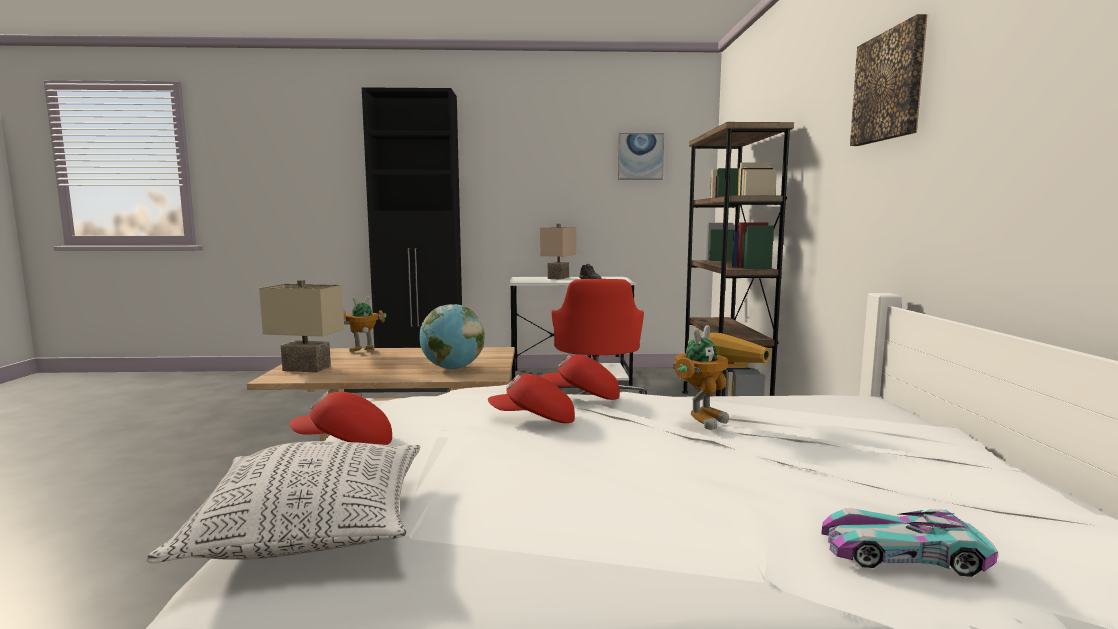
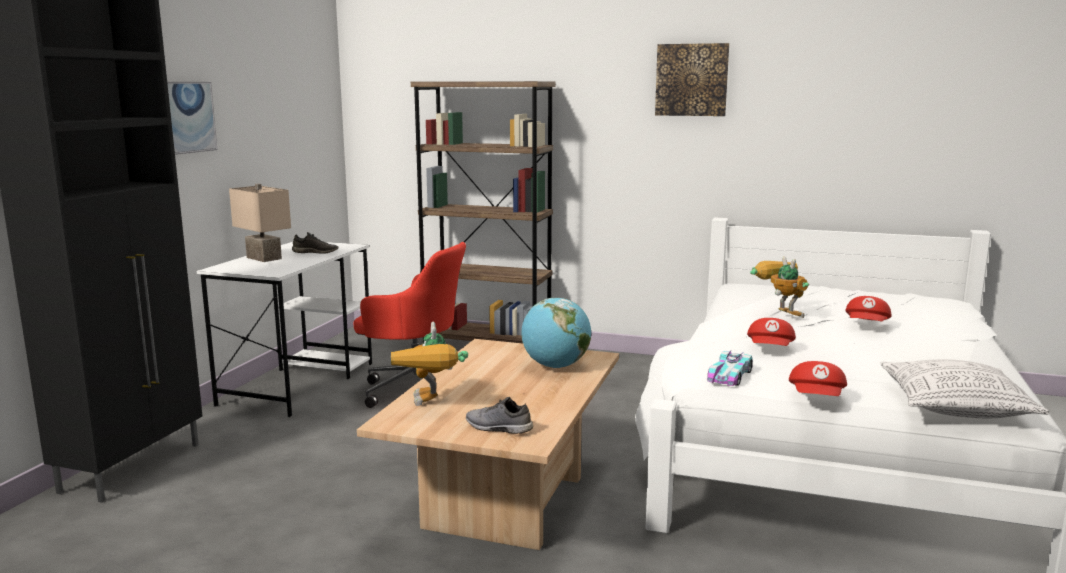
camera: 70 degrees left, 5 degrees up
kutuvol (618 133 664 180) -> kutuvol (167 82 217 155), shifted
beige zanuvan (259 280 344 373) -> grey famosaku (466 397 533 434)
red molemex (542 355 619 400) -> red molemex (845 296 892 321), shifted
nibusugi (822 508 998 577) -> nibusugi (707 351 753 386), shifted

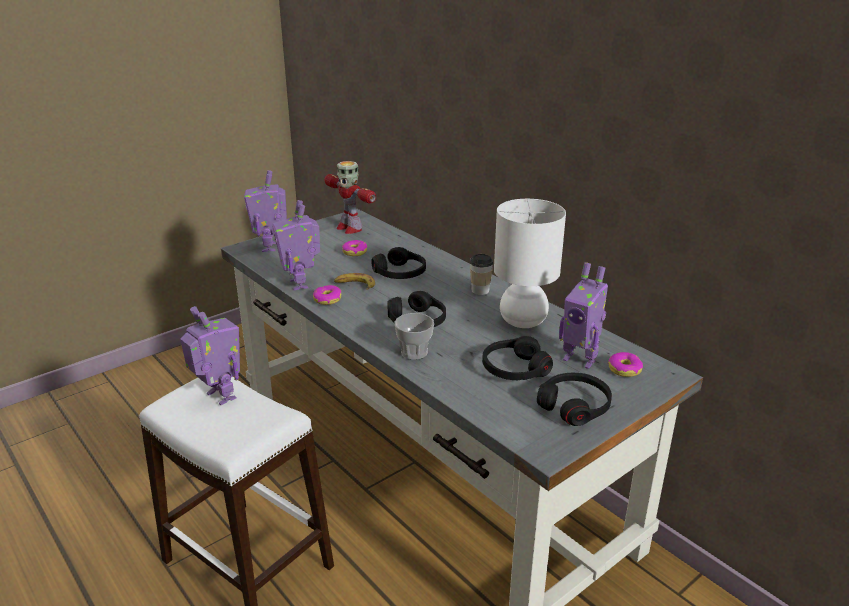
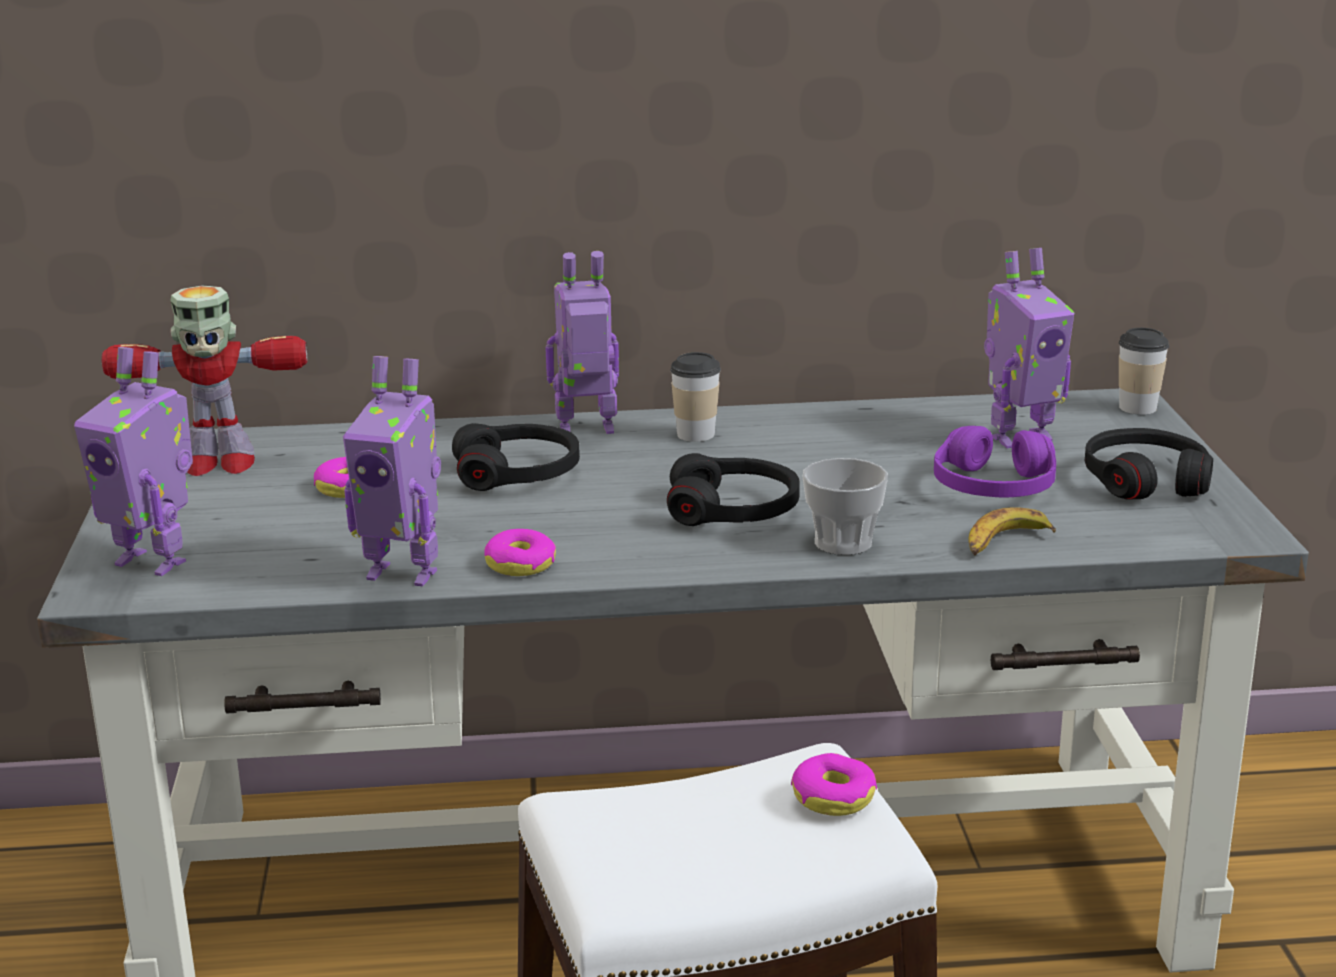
camera: 55 degrees left, 5 degrees down
white zanuvan (494 199 566 328) -> none
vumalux (334 273 375 290) -> vumalux (968 507 1056 555), shifted
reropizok (180 306 240 405) -> reropizok (546 251 619 434), shifted
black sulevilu (482 336 553 380) -> purple sulevilu (934 426 1056 498)
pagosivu (608 352 643 377) -> pagosivu (791 753 877 816), shifted
none -> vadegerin (1119 328 1169 415)

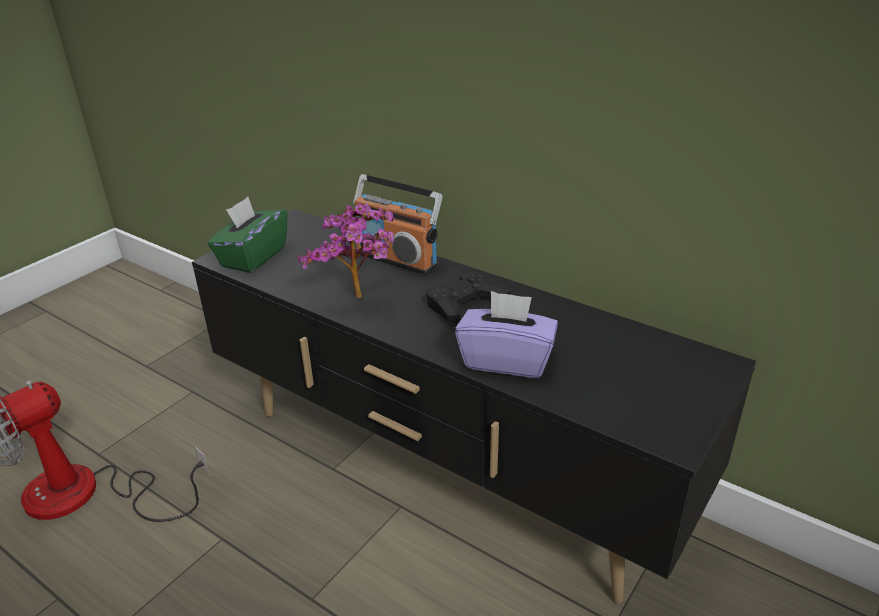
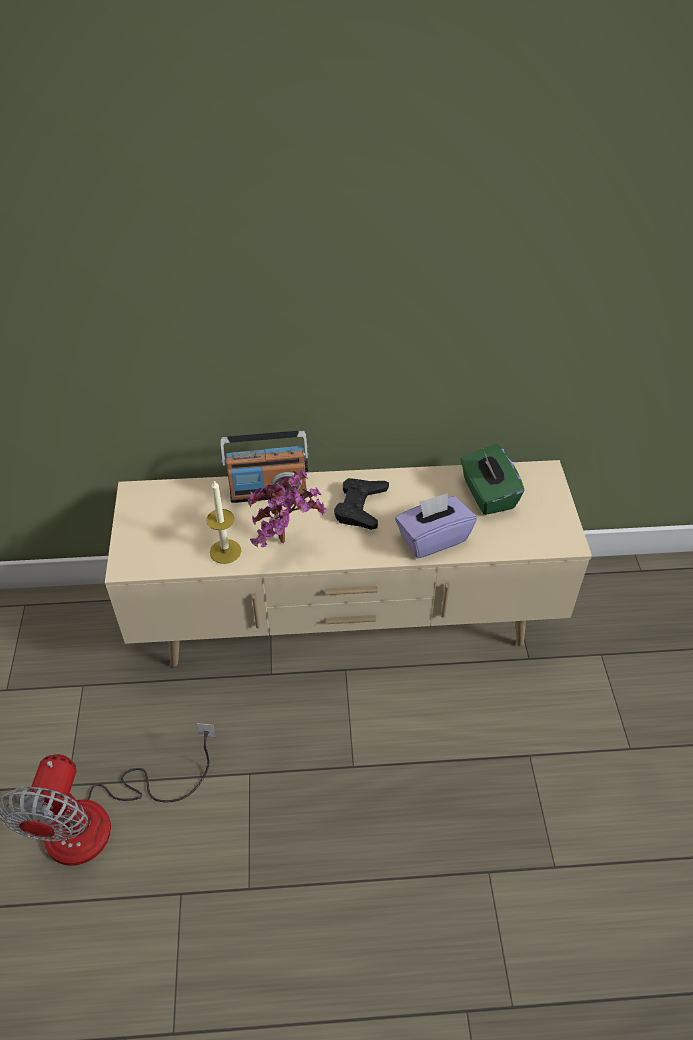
camera: 40 degrees left, 15 degrees up
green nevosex (208 197 288 273) -> green nevosex (460 444 524 515), shifted
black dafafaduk (192 209 756 604) -> beige dafafaduk (105 460 592 667)
none -> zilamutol (206 480 241 564)

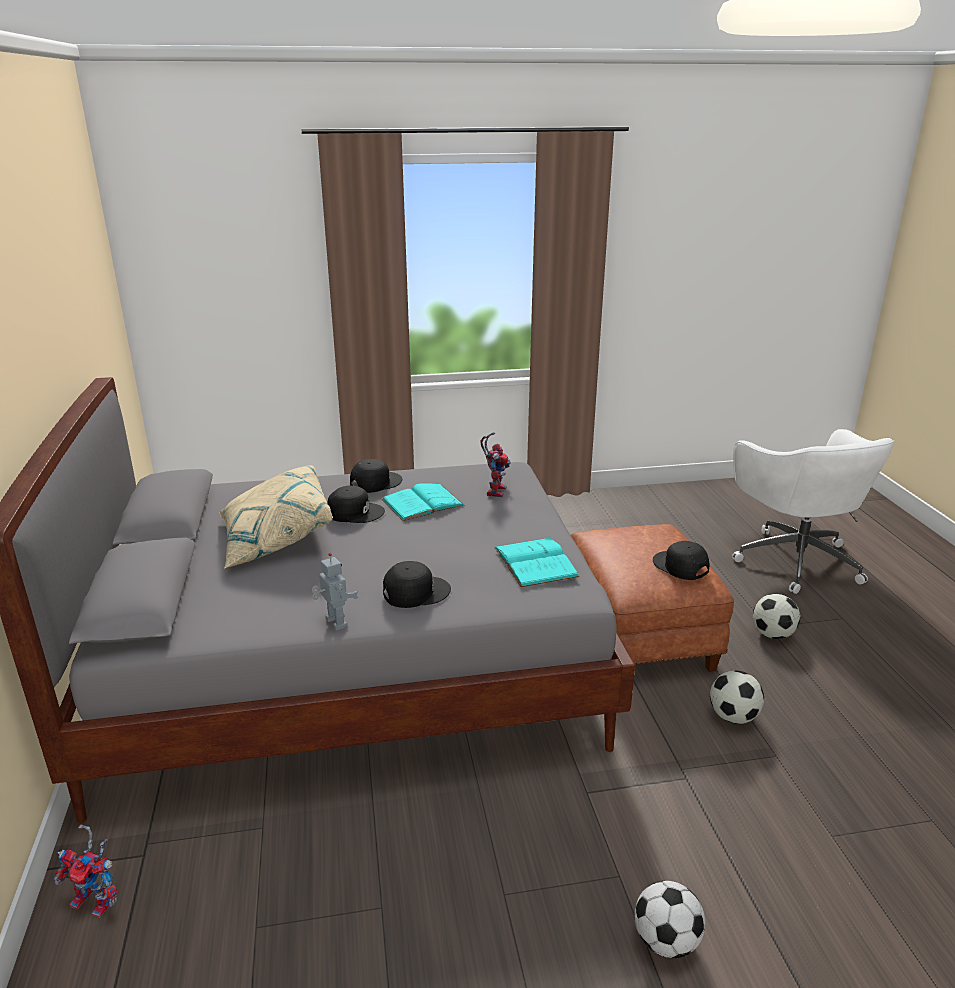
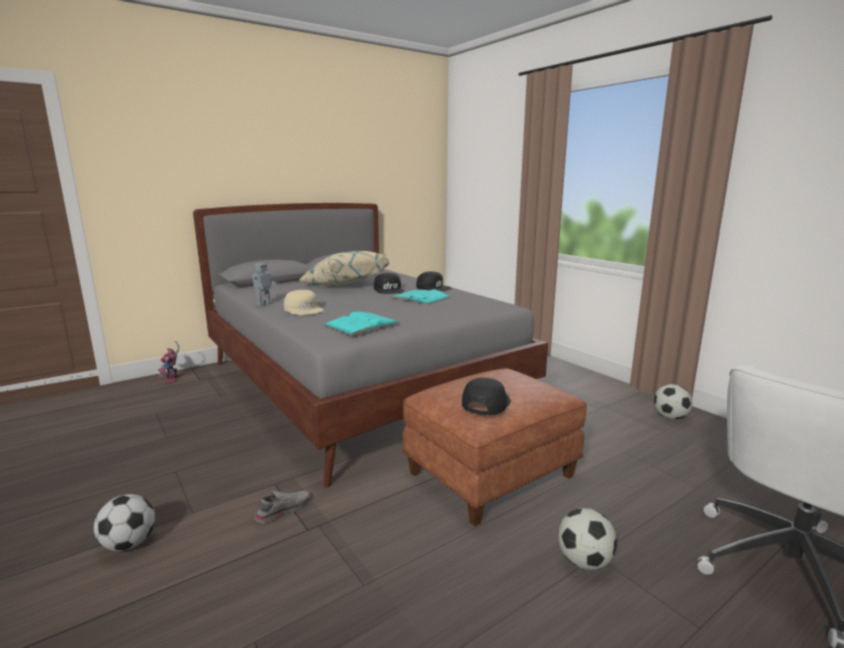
camera: 65 degrees right, 10 degrees down
reropizok (480 432 511 498) -> none
black molemex (383 561 451 608) -> beige molemex (284 290 324 315)
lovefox (710 670 764 724) -> lovefox (654 384 692 420), shifted
none -> grey famosaku (254 491 310 523)

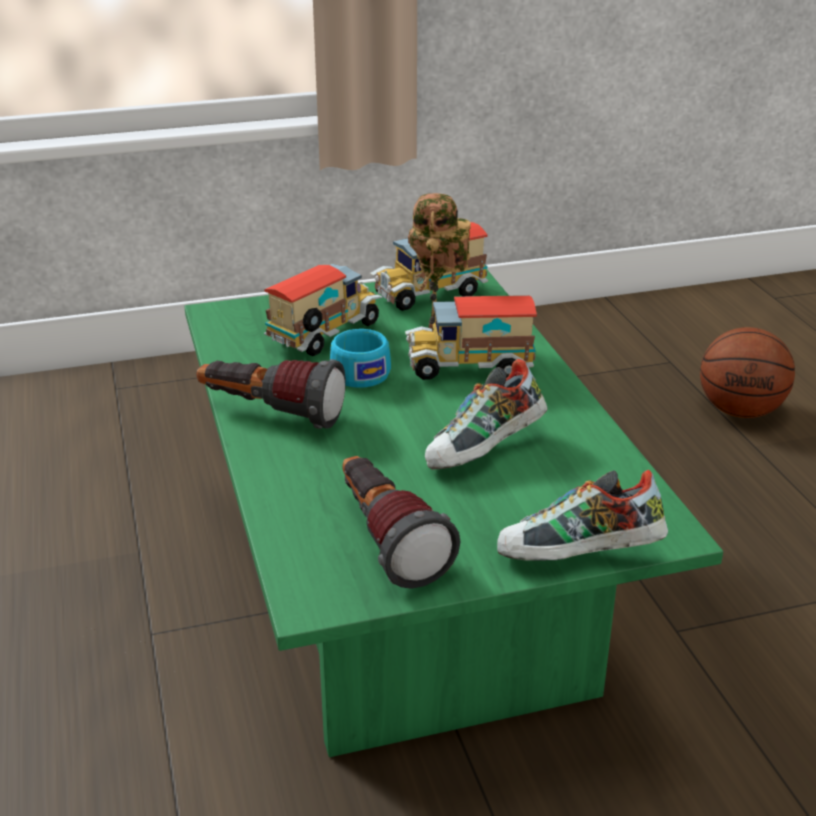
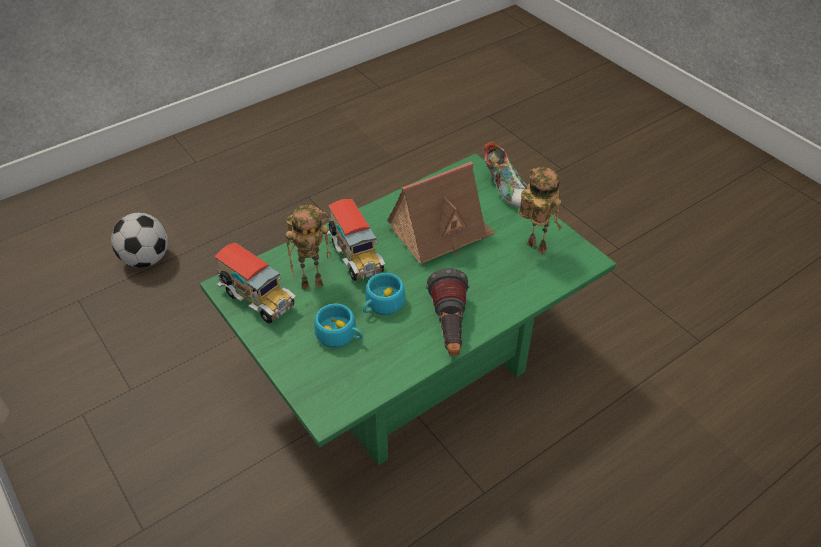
camera: 110 degrees left, 15 degrees up
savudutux (264 264 383 356) -> turquoise vadegerin (314 304 363 348)
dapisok (700 327 795 418) -> lovefox (111 213 168 268)
famosaku (425 359 547 470) -> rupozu (387 161 495 265)
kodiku (342 456 461 589) -> reropizok (519 167 562 254)

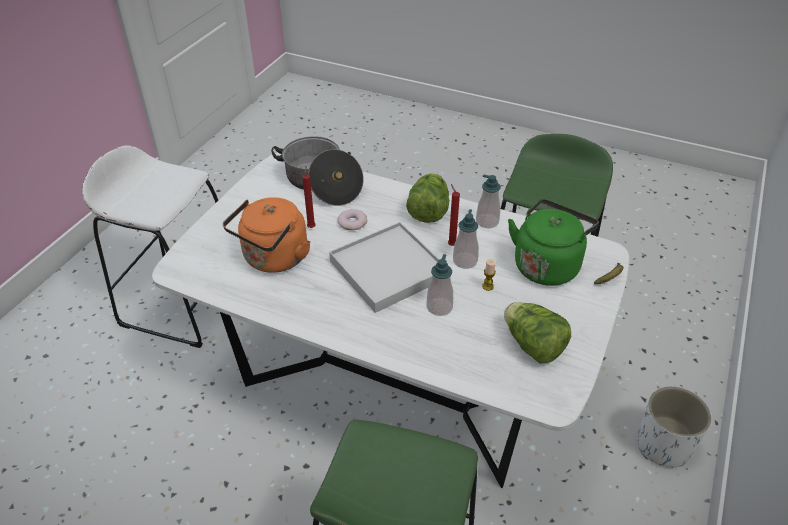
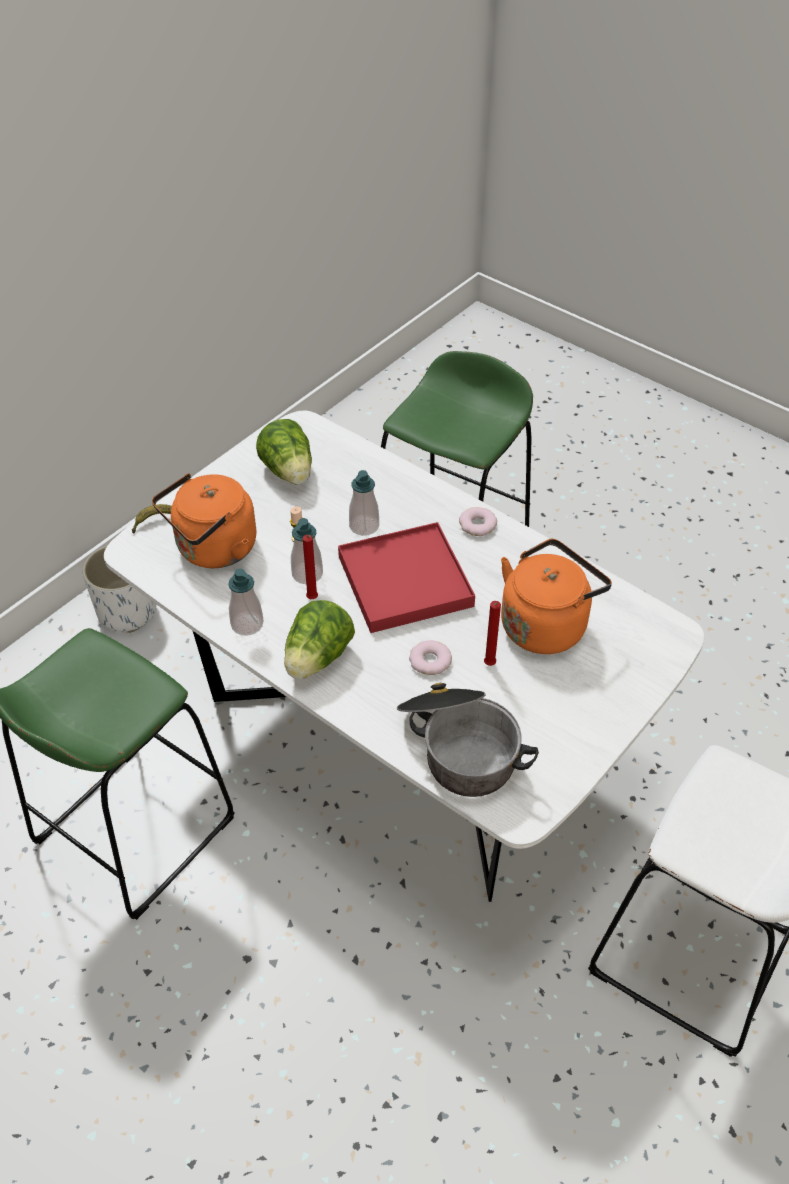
camera: 165 degrees left, 5 degrees up
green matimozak (508 199 599 286) -> orange matimozak (152 473 256 568)
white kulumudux (329 222 440 313) -> red kulumudux (338 522 475 633)
none -> pagosivu (459 507 497 536)

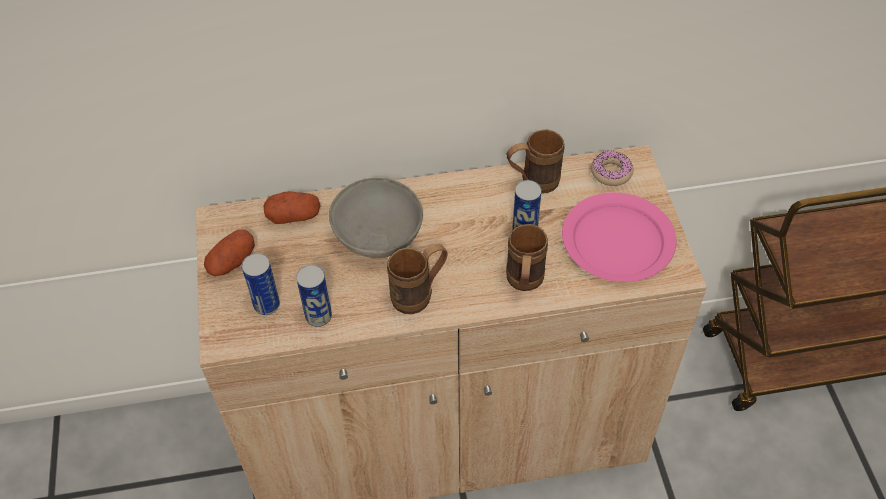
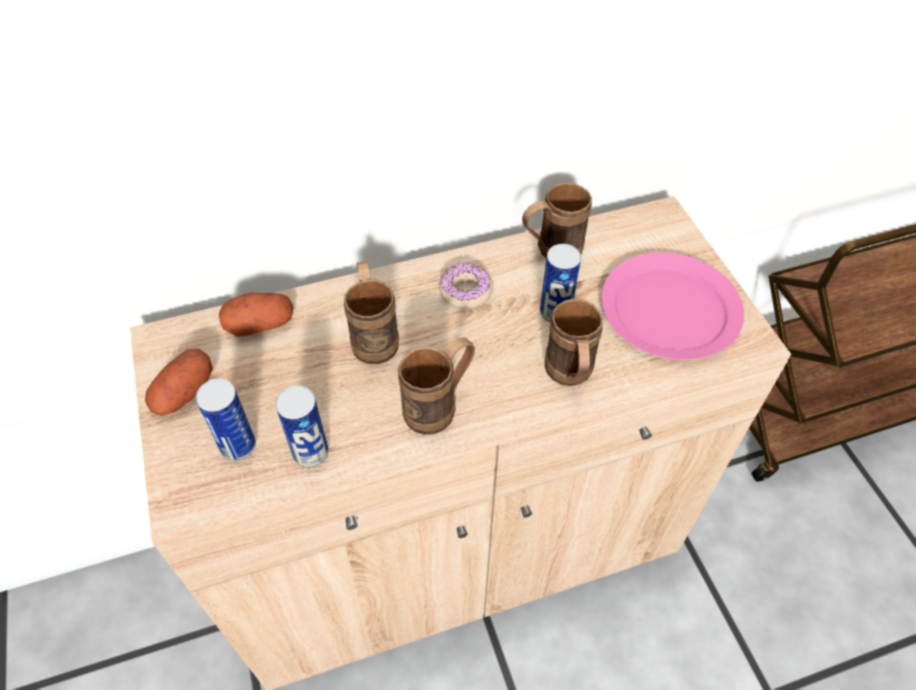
camera: 10 degrees left, 0 degrees up
pagosivu (591 150 634 186) -> pagosivu (439 263 493 309), shifted
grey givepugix (329 178 423 258) -> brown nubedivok (344 261 399 364)

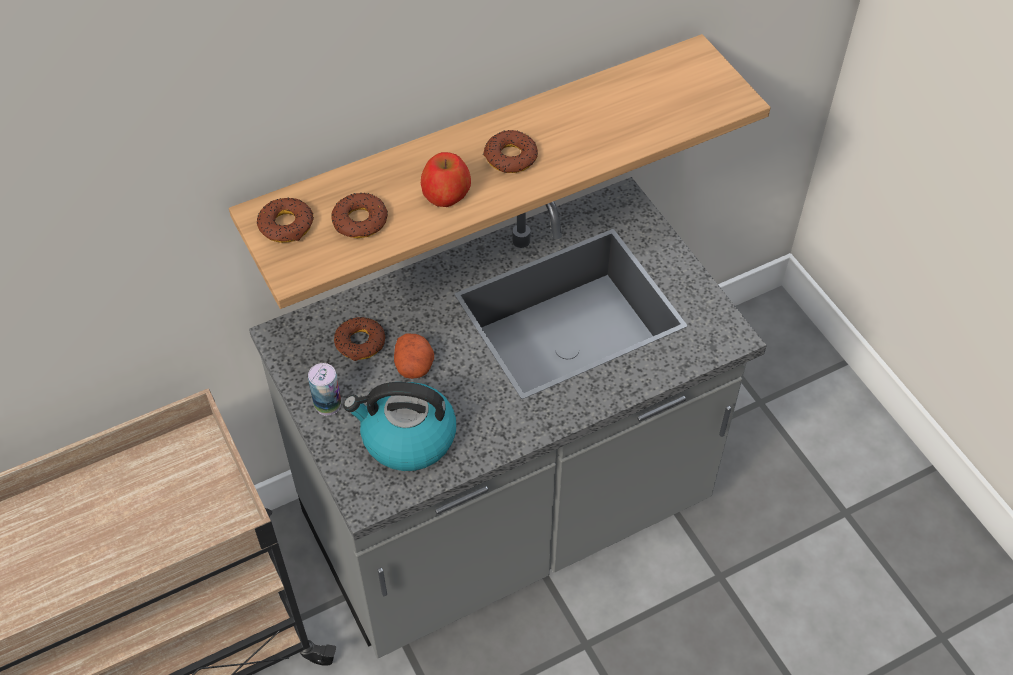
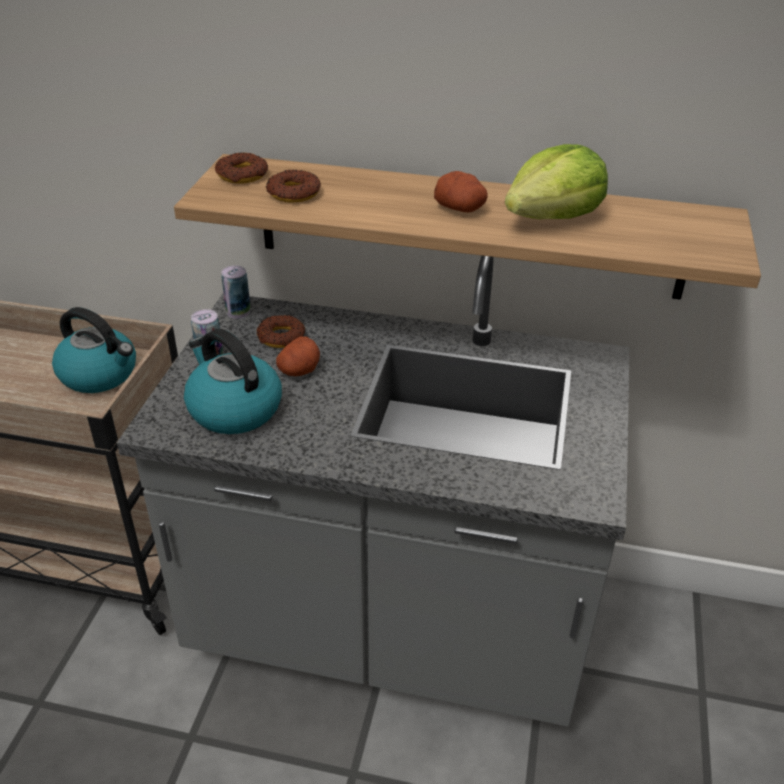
camera: 40 degrees right, 15 degrees down
pagosivu (483 130 538 173) -> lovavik (434 171 488 212)
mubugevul (421 152 471 207) -> none
none -> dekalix (505 144 608 219)
none -> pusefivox (221 265 250 319)
none -> matimozak (52 307 136 393)

